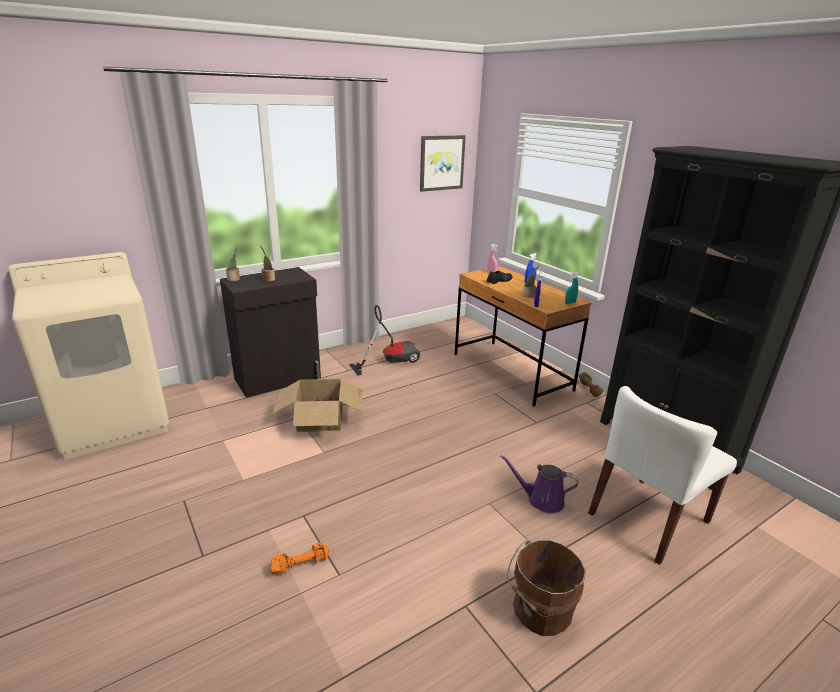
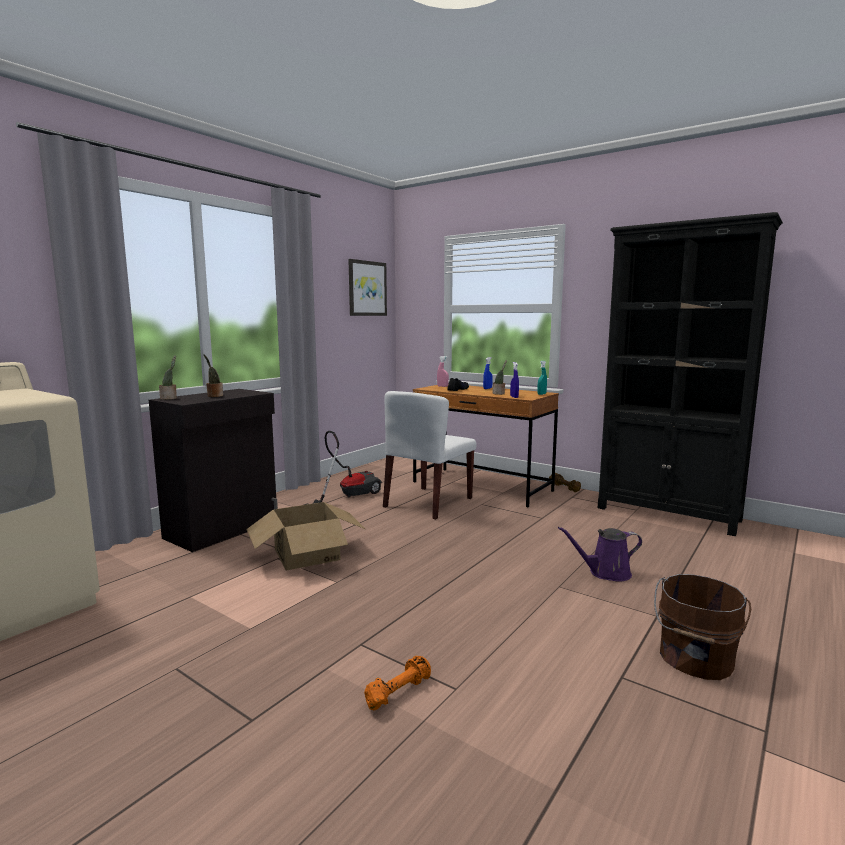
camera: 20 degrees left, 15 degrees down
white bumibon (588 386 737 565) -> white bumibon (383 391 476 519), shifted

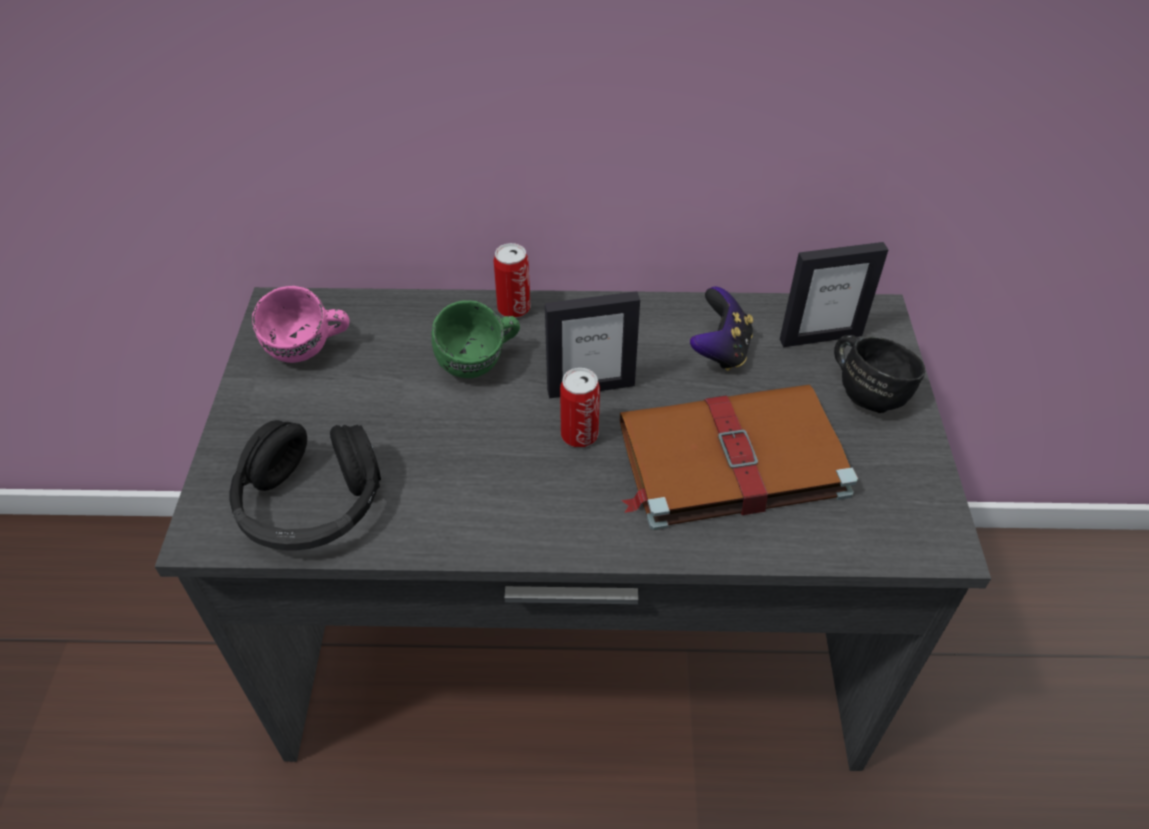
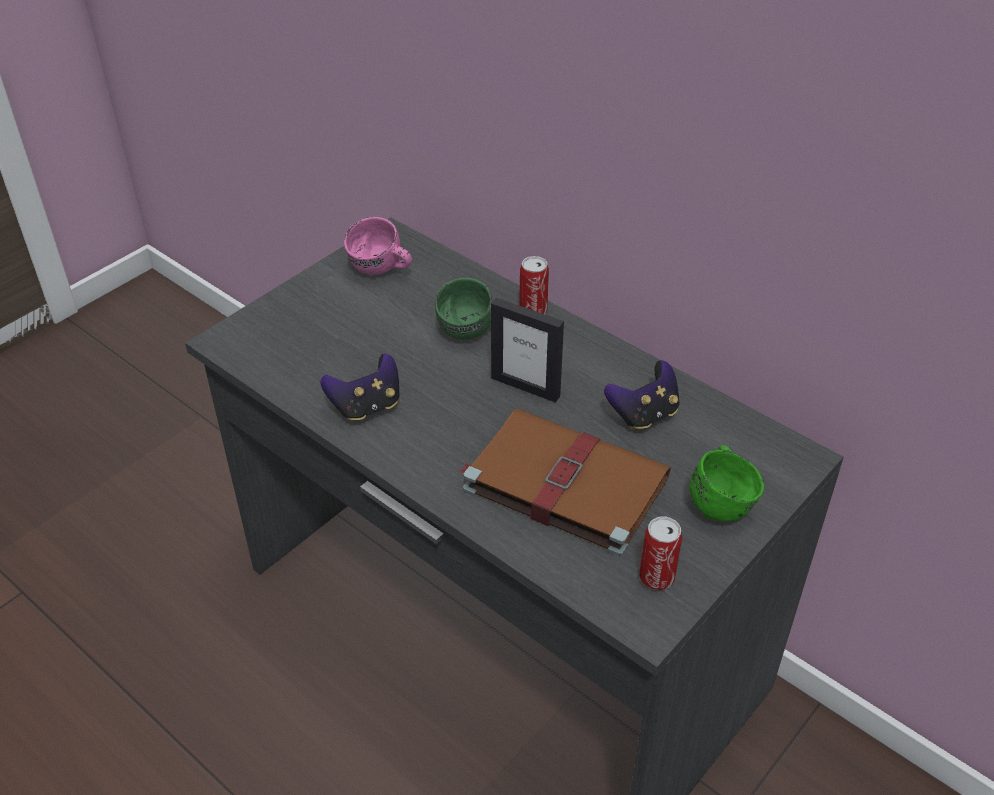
camera: 40 degrees right, 5 degrees down
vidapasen (780 242 888 347) -> none
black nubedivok (834 335 925 413) -> green nubedivok (690 445 764 521)
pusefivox (560 368 600 447) -> pusefivox (639 517 682 590), shifted
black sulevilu (230 420 381 551) -> none
none -> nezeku (320 353 399 422)

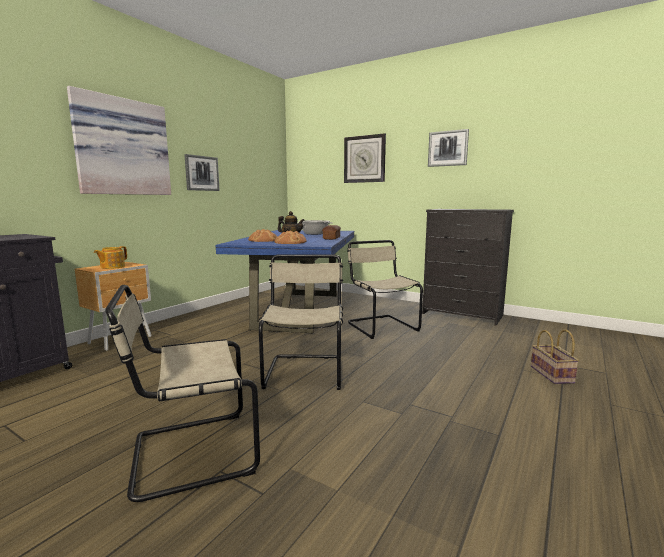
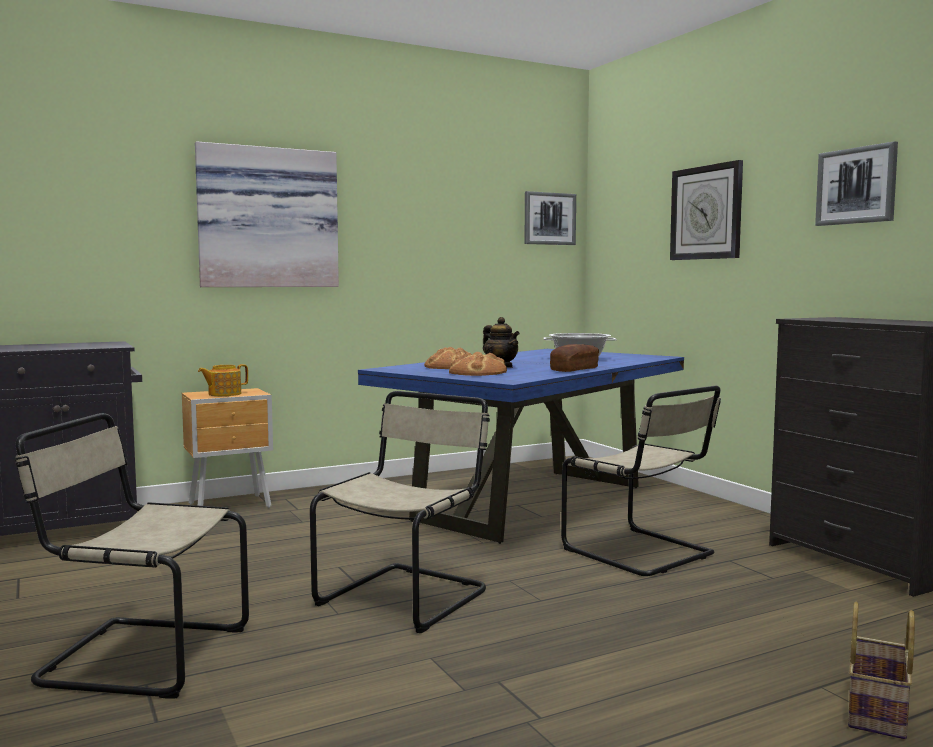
camera: 30 degrees right, 5 degrees down
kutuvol (184 154 220 191) -> kutuvol (524 191 576 245), shifted
beige bumibon (347 240 423 339) -> beige bumibon (561 386 721 576), 135 degrees clockwise

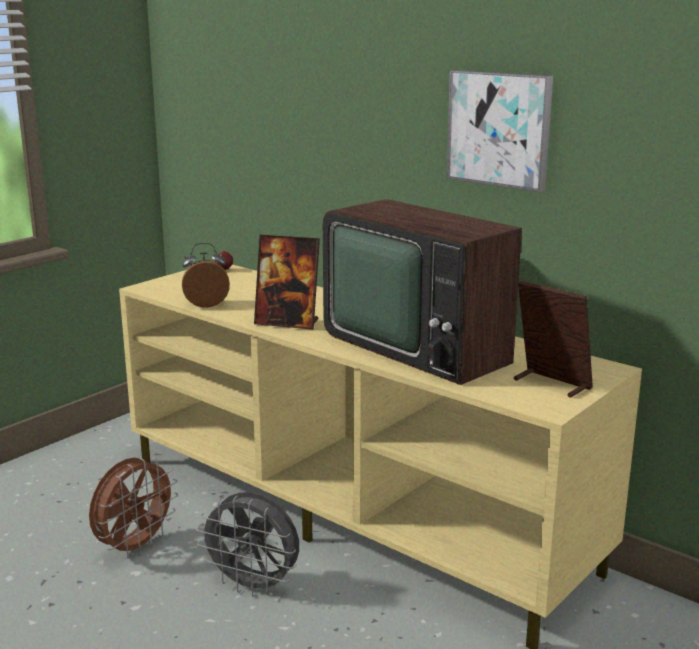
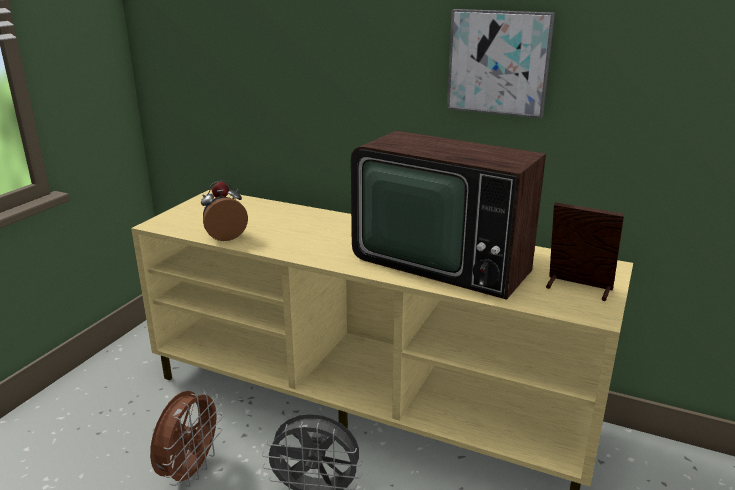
camera: 15 degrees left, 5 degrees up
vidapasen (254 235 320 330) -> none

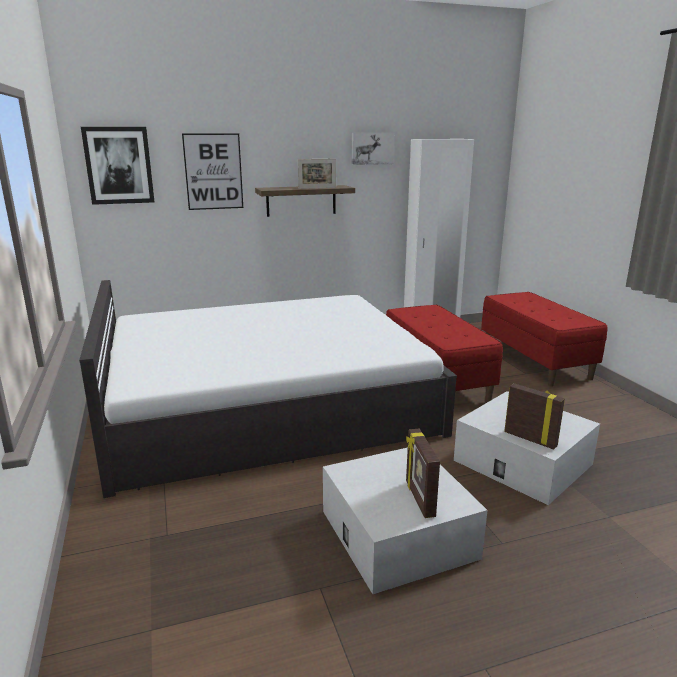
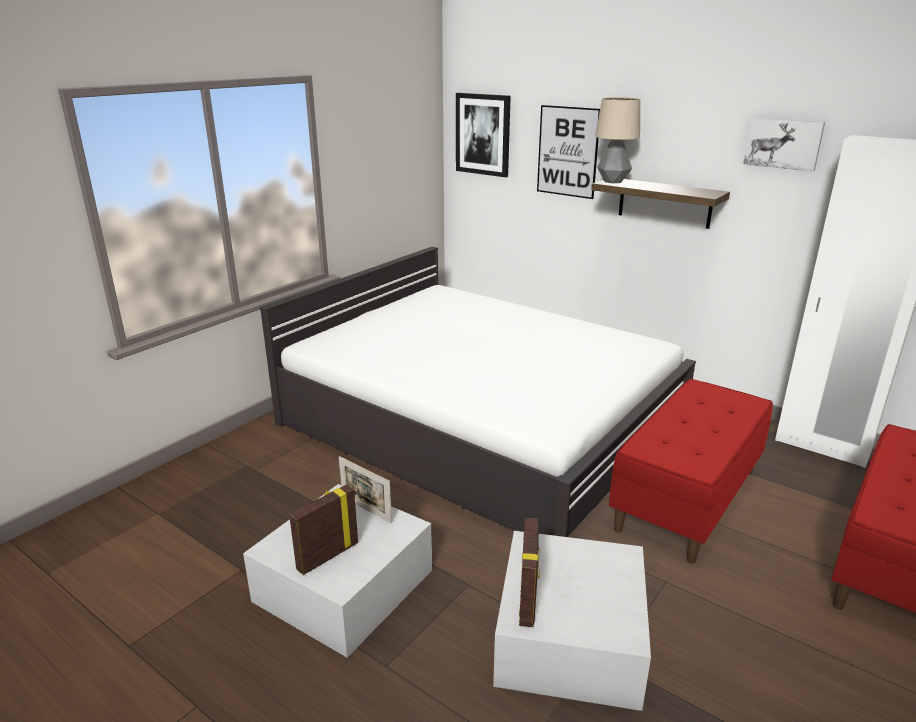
camera: 55 degrees right, 5 degrees up
vidapasen (298 159 336 189) -> vidapasen (339 456 392 523), shifted
none -> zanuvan (595 97 640 183)

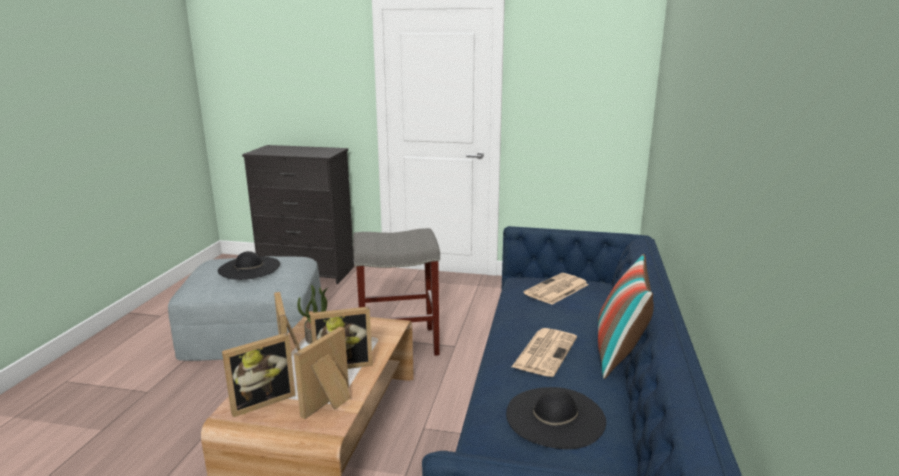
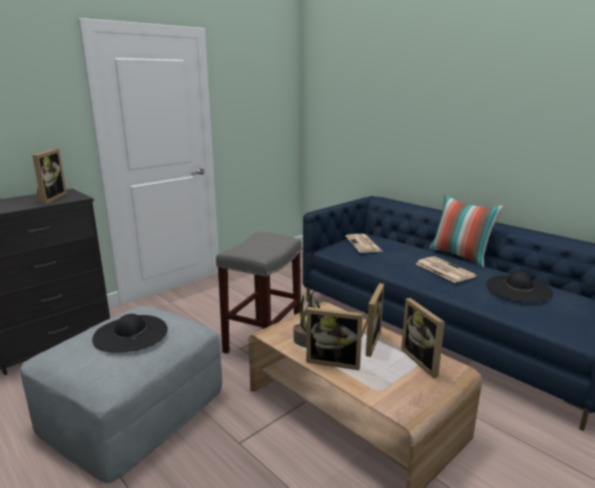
camera: 55 degrees left, 0 degrees up
vidapasen (222 333 296 417) -> vidapasen (32 149 67 204), shifted

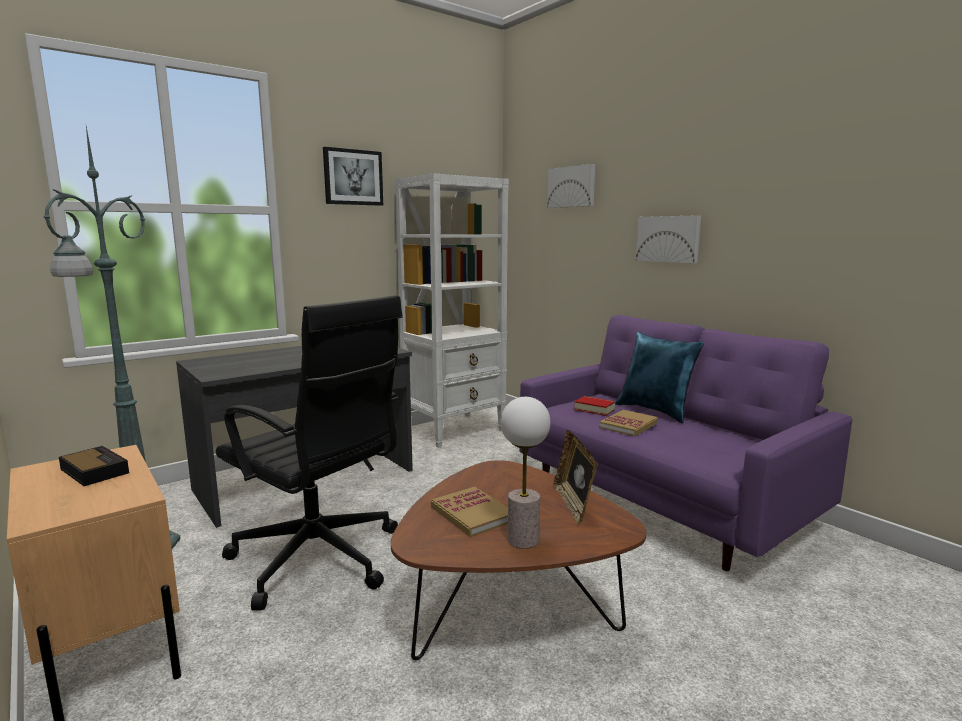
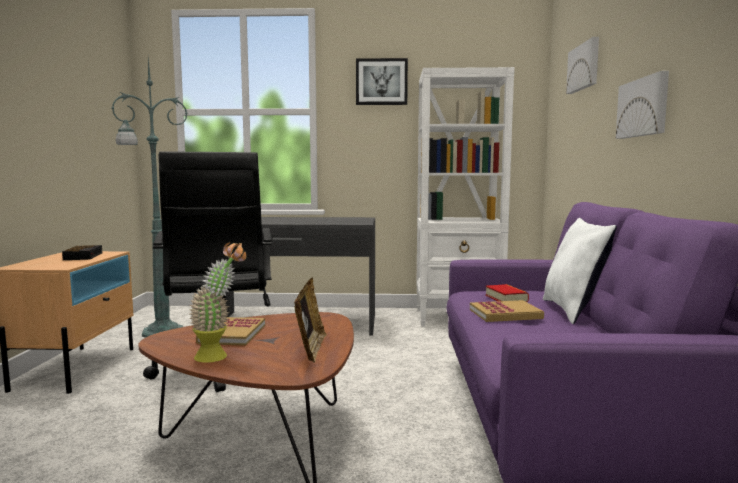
camera: 40 degrees right, 5 degrees down
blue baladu (615 332 704 423) -> white baladu (543 218 617 324)
zanuvan (501 397 550 549) -> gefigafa (189 242 246 363)
vidapasen (553 430 598 524) -> vidapasen (294 278 327 363), 150 degrees clockwise

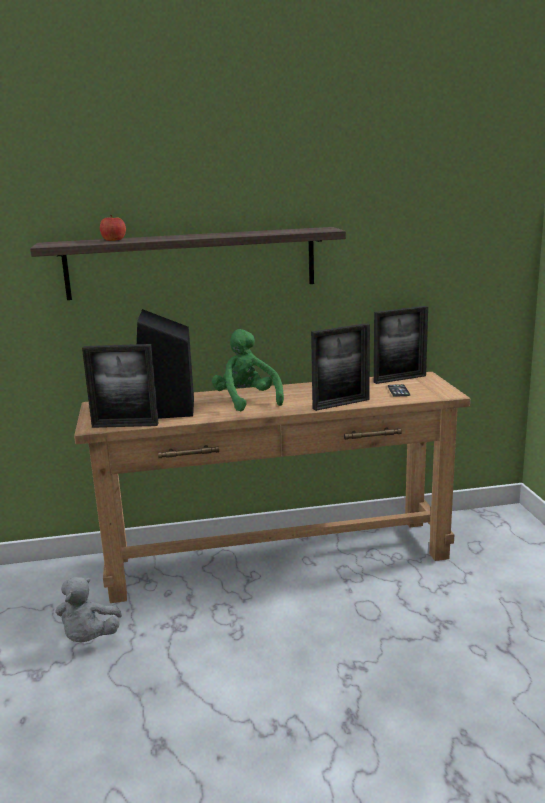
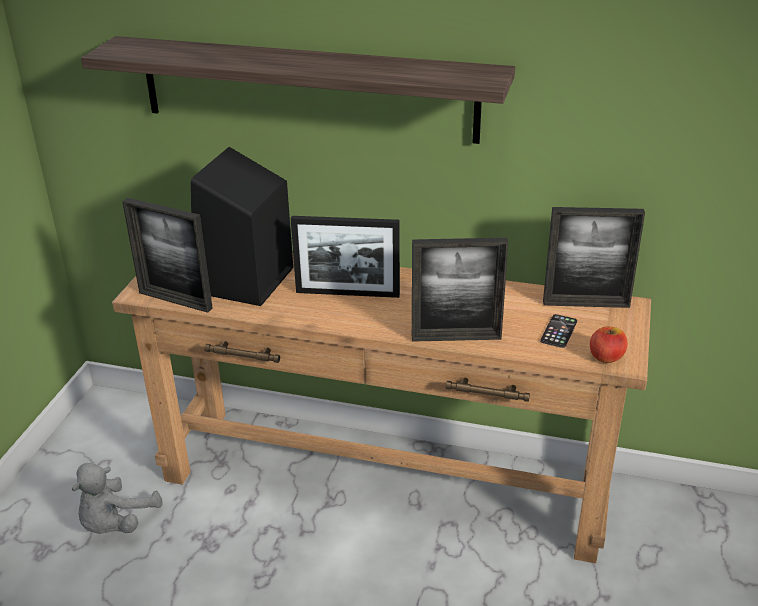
camera: 25 degrees right, 15 degrees up
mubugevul (100 215 126 241) -> mubugevul (590 327 628 363), shifted
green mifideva (212 329 284 411) -> vidapasen (291 216 400 298)

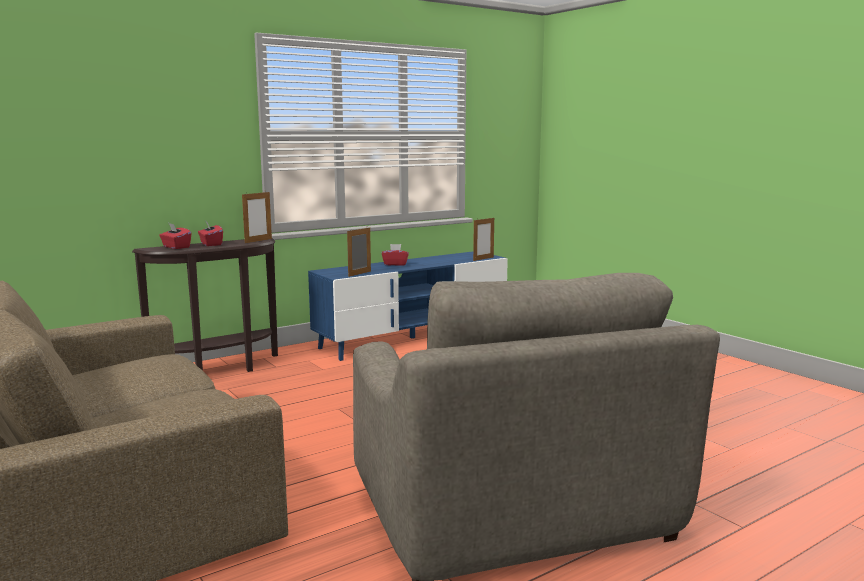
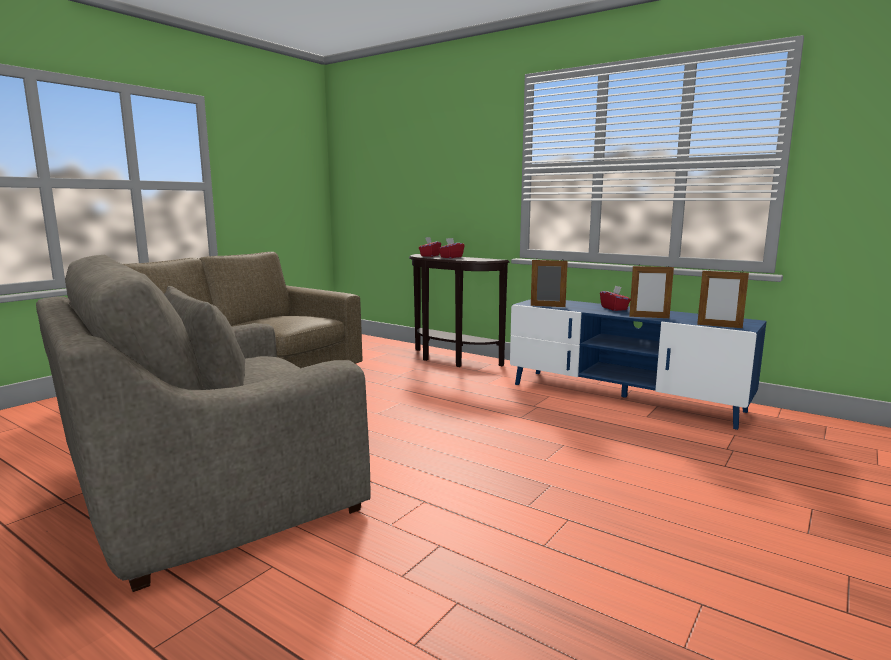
camera: 70 degrees right, 0 degrees up
vidapasen (242 191 272 243) -> vidapasen (629 265 674 318), shifted

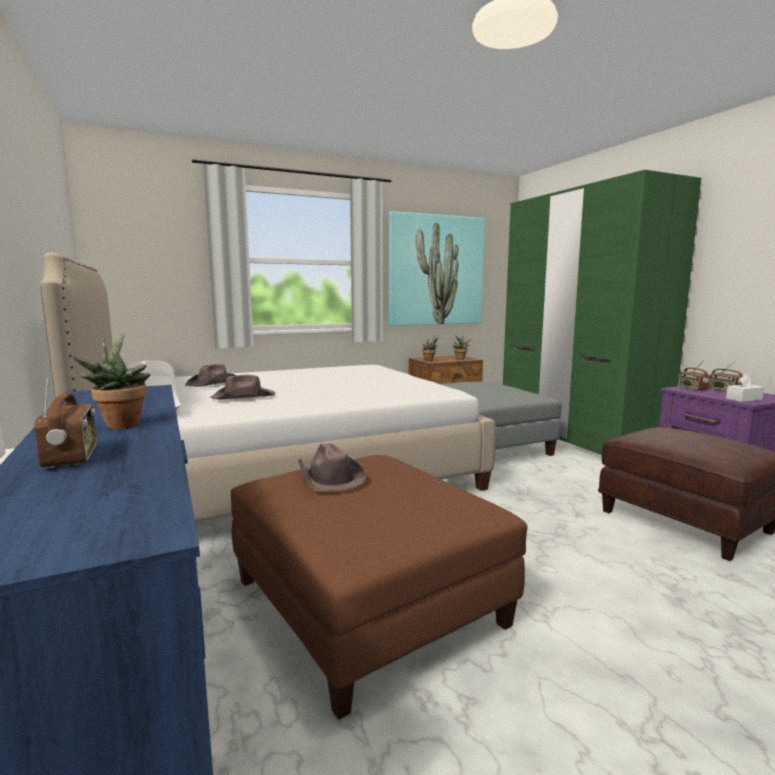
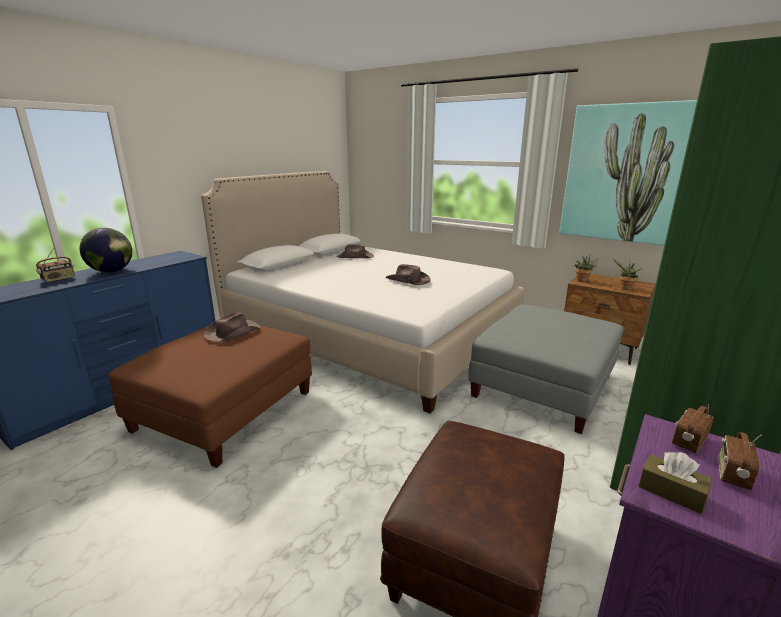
camera: 60 degrees right, 10 degrees up
gefigafa (73 333 150 429) -> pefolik (79 228 132 273)
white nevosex (726 374 764 402) -> brown nevosex (639 452 712 514)
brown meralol (210 375 275 399) -> brown meralol (385 264 431 285), shifted

